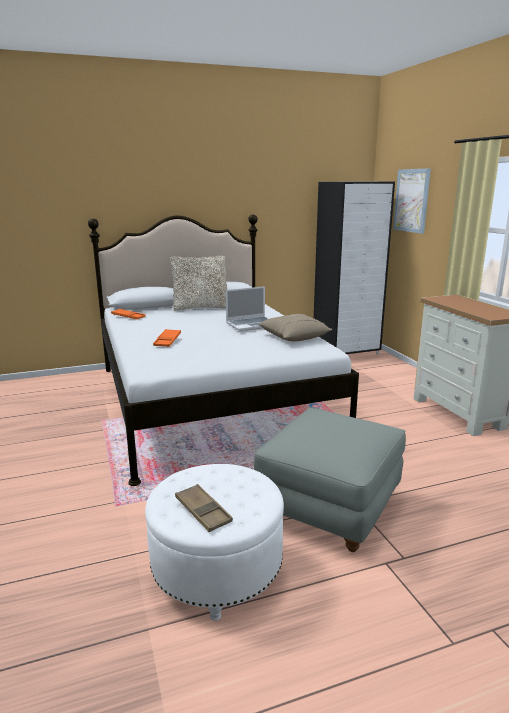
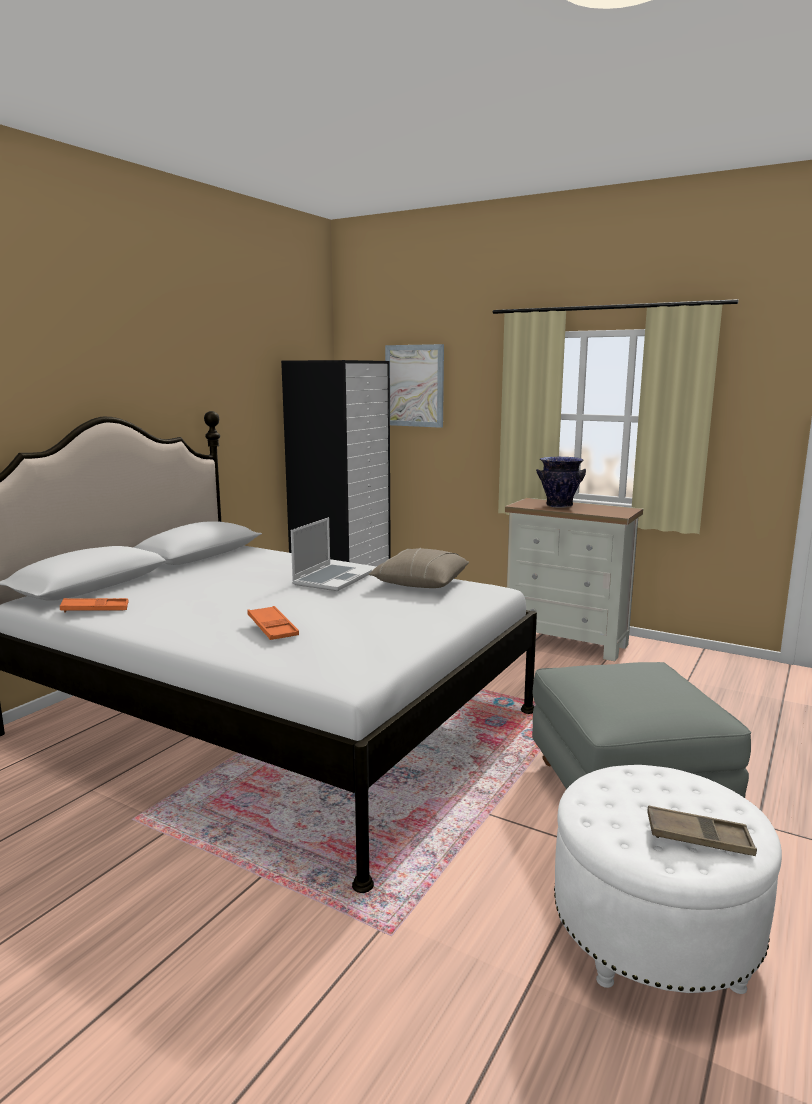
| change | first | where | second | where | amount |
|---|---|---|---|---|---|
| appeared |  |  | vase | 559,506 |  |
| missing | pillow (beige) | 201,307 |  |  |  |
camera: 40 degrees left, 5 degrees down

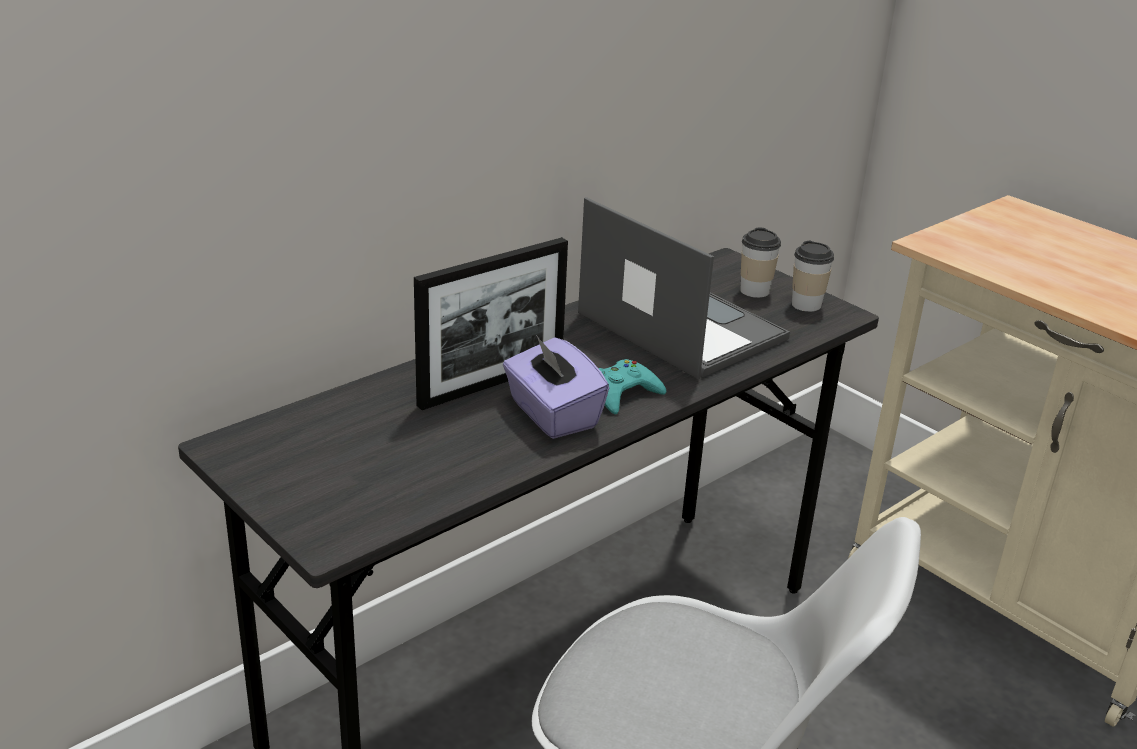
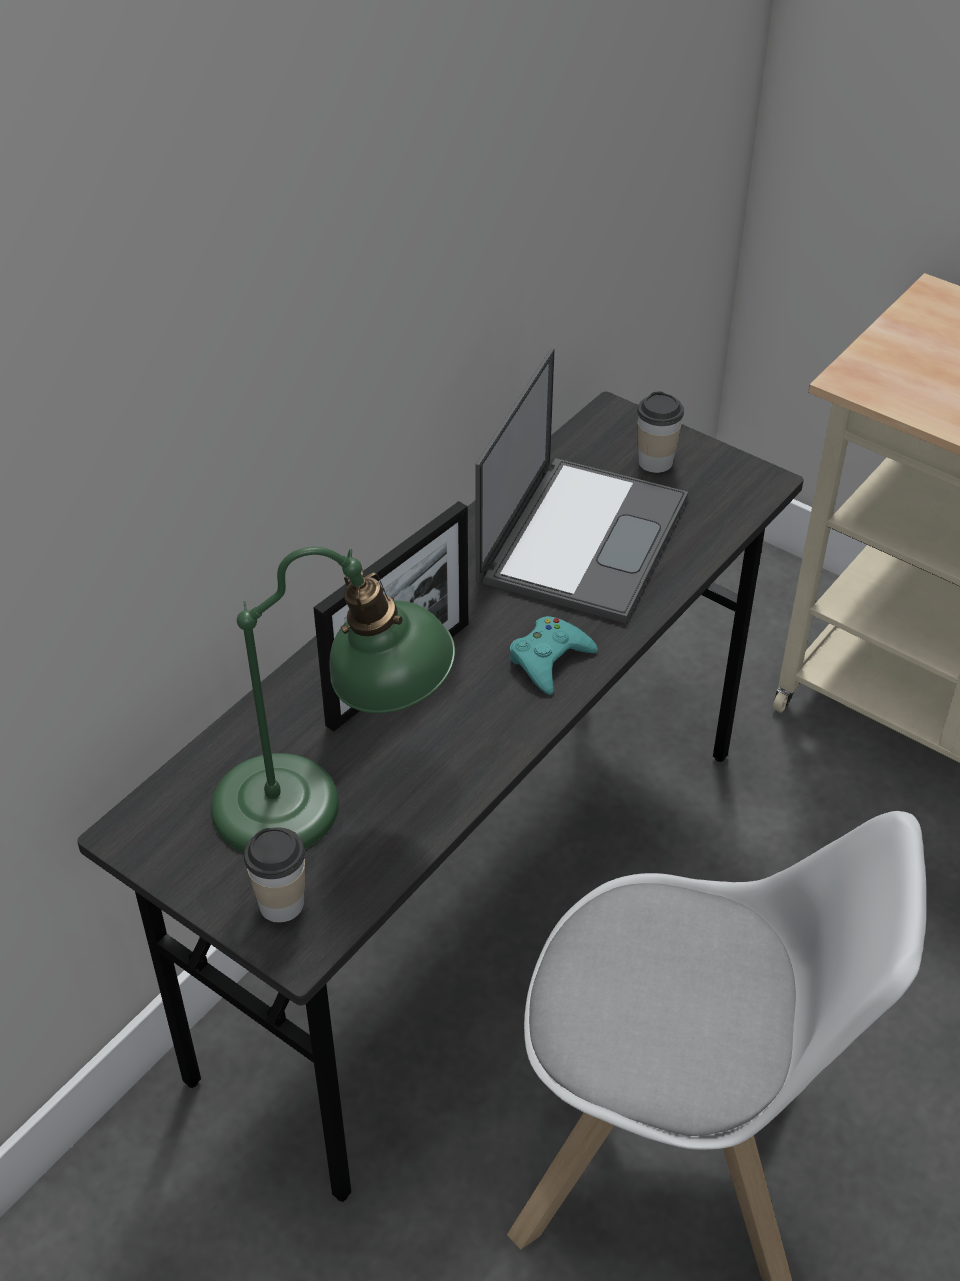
| change | first | where | second | where | amount |
|---|---|---|---|---|---|
| appeared |  |  | table lamp (green) | 332,796 |  |
| relocated | cup | 806,305 |  | 281,904 |  |
| spun | laptop | 678,325 |  | 583,537 | 75 degrees clockwise |
| missing | tissue box (purple) | 552,414 |  |  |  |
camera: 10 degrees left, 15 degrees up

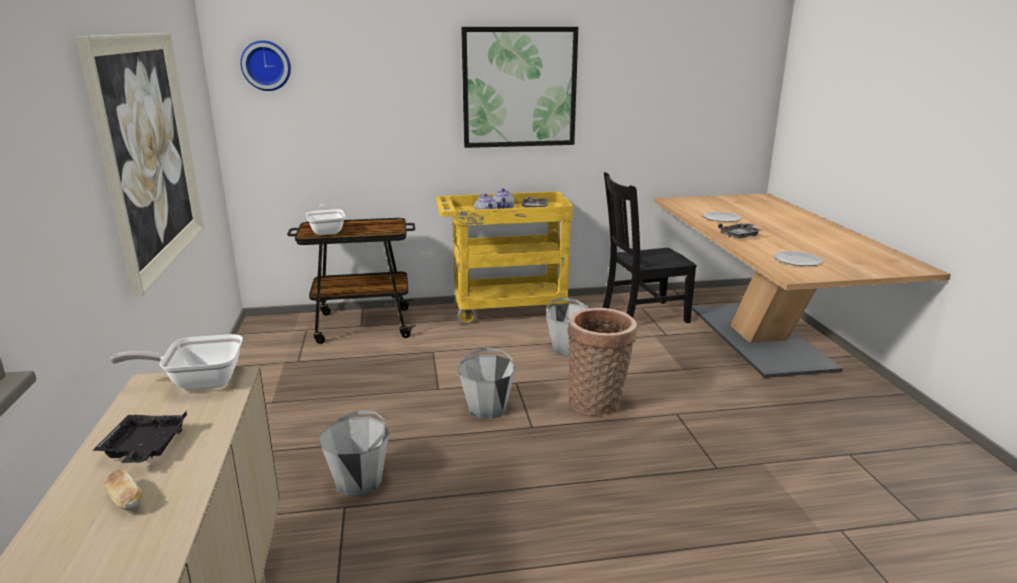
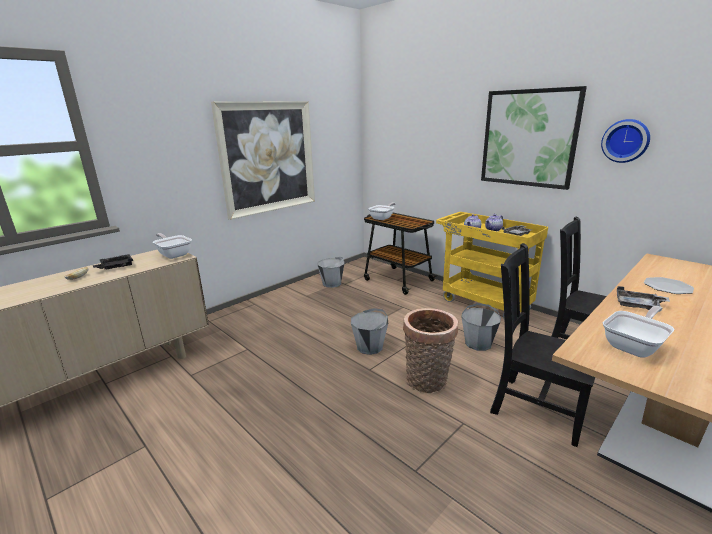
| change | first | where | second | where | amount |
|---|---|---|---|---|---|
| relocated | bucket (grey) | 359,481 |  | 332,283 |  |
| appeared |  |  | chair (black) | 535,407 |  |
| relocated | wall clock | 266,65 |  | 625,141 |  |
| exchanged | plate | 797,260 | frying pan | 635,346 |  |
camera: 55 degrees right, 0 degrees up

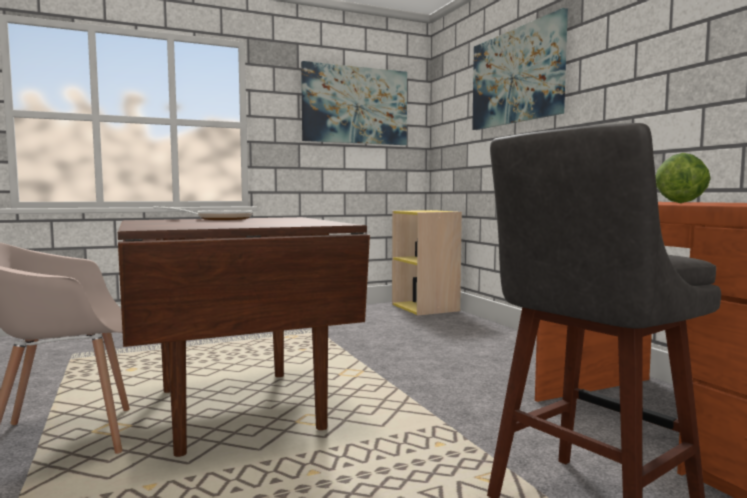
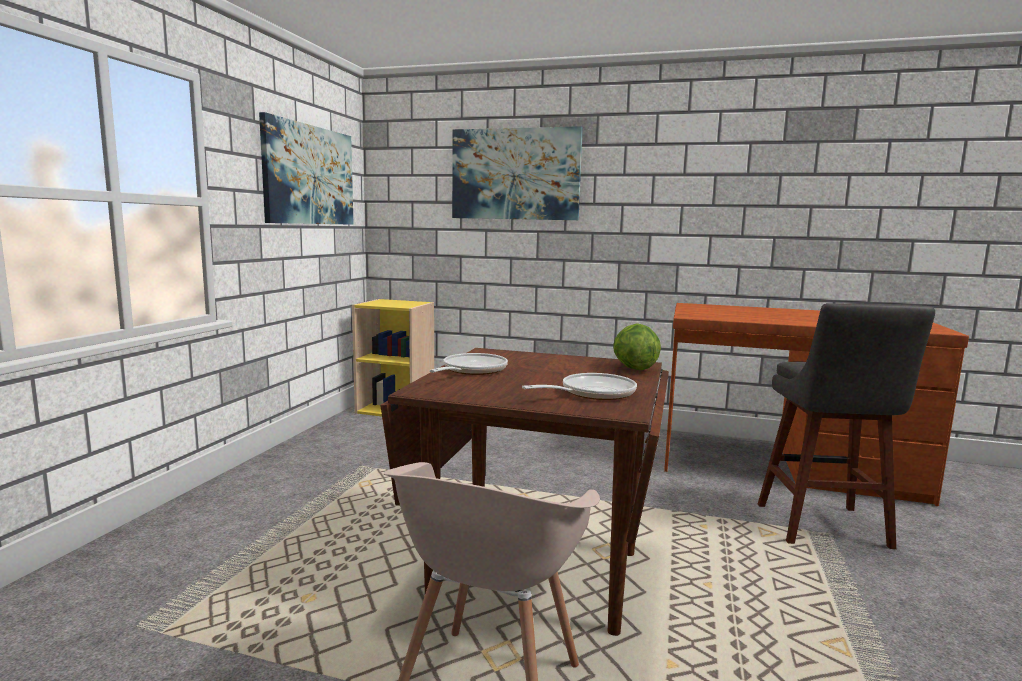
| change | first | where | second | where | amount |
|---|---|---|---|---|---|
| appeared |  |  | frying pan | 592,393 |  |
| relocated | lettuce | 680,203 |  | 633,368 |  |
camera: 50 degrees left, 5 degrees up

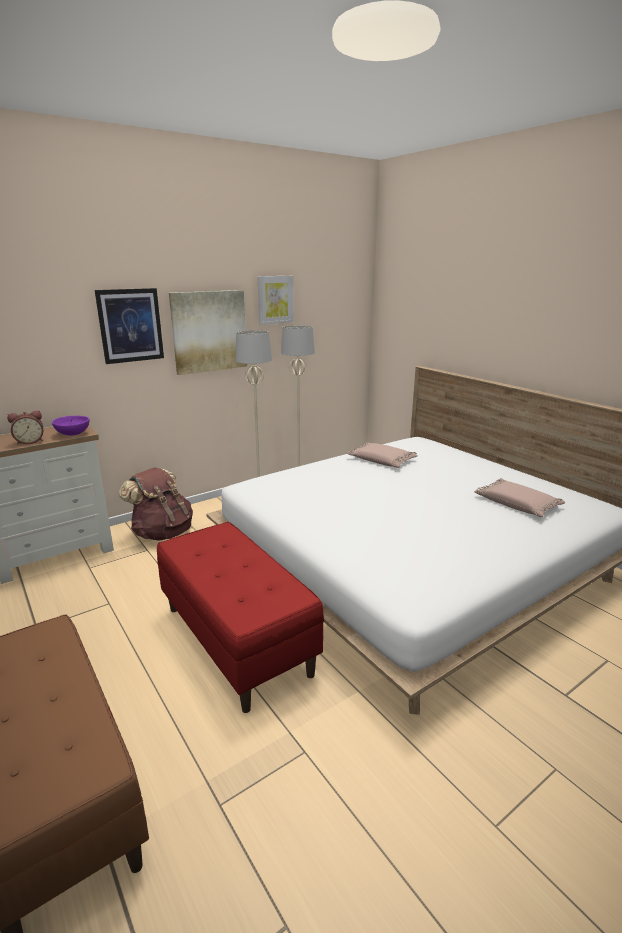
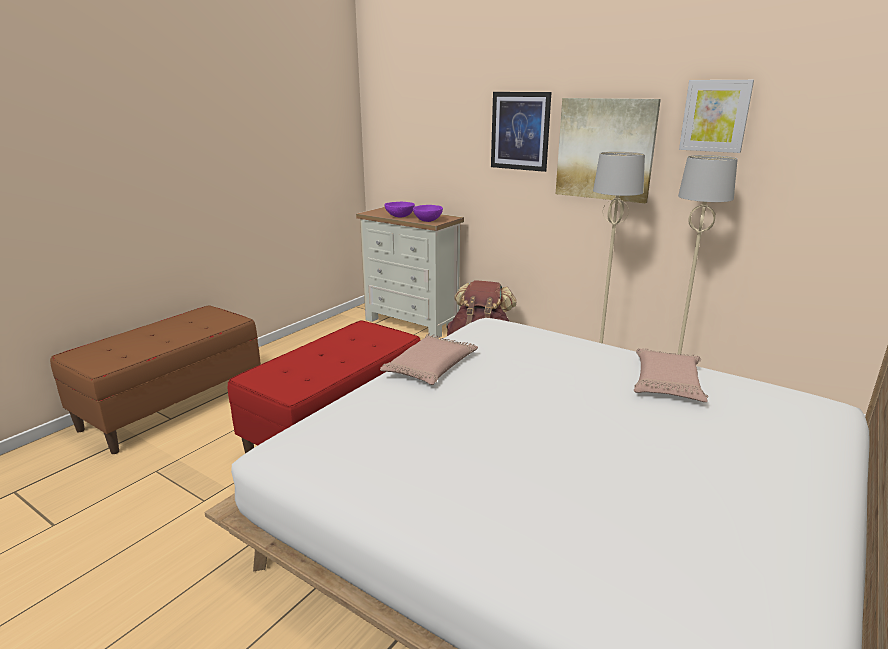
| change | first | where | second | where | amount |
|---|---|---|---|---|---|
| relocated | pillow (beige) | 517,502 |  | 430,365 |  |
| exchanged | alarm clock | 30,441 | bowl (purple) | 400,217 |  |
camera: 70 degrees right, 0 degrees up

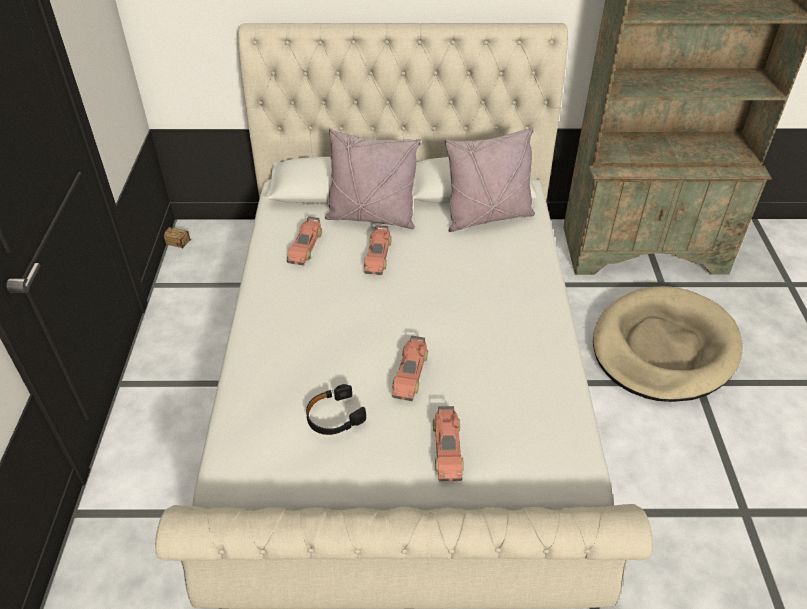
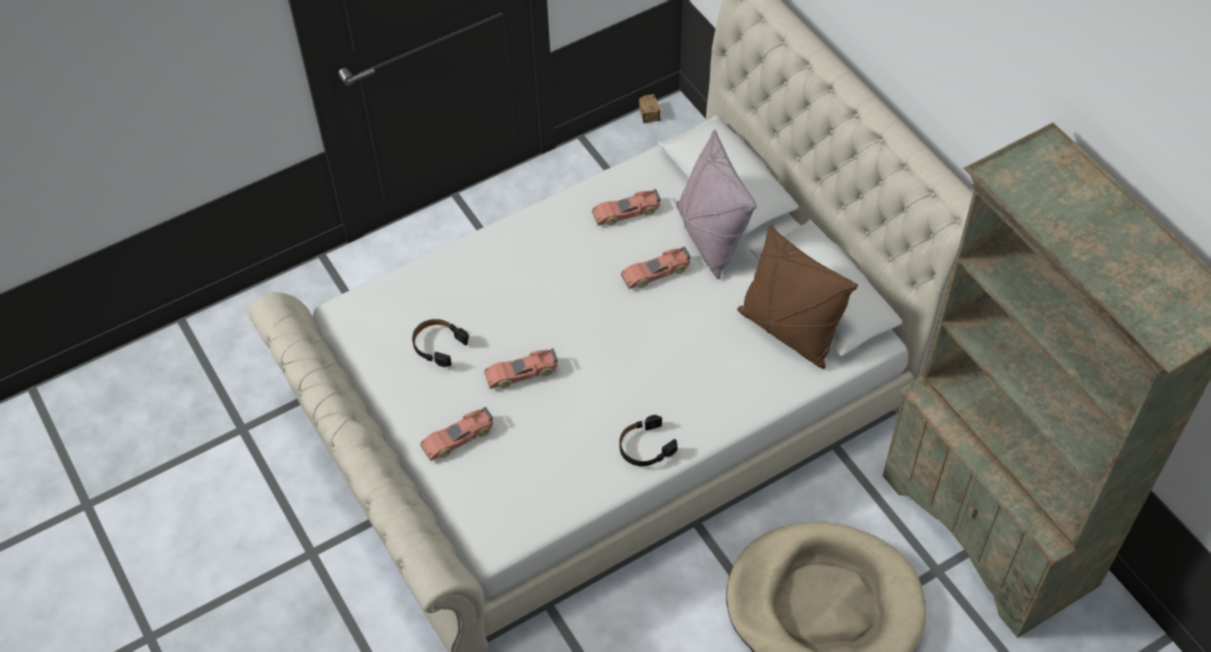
| change | first | where | second | where | amount |
|---|---|---|---|---|---|
| appeared |  |  | headphones (black) | 645,447 |  |
| colour | pillow (purple) | 488,217 | pillow (brown) | 788,331 |  |
camera: 60 degrees right, 10 degrees up

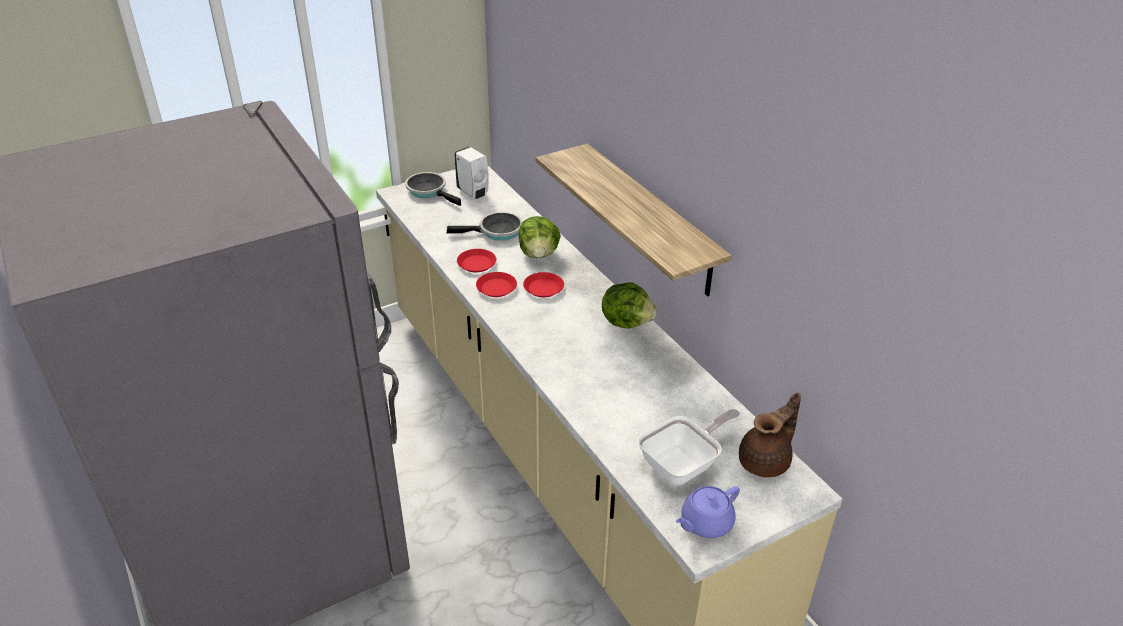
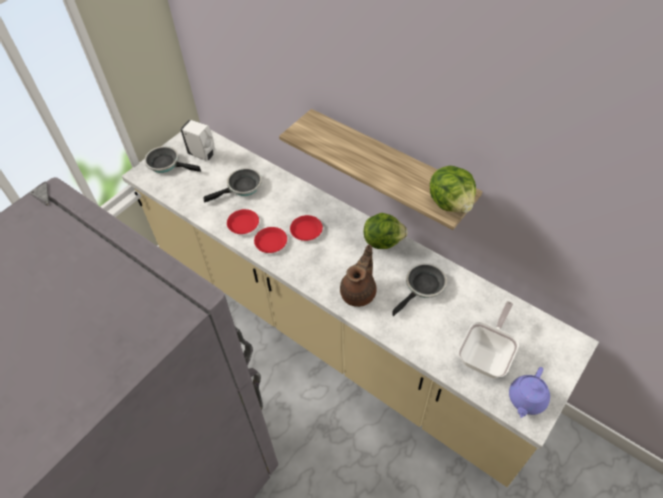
| change | first | where | second | where | amount |
|---|---|---|---|---|---|
| relocated | teapot (brown) | 766,461 |  | 359,292 |  |
| appeared |  |  | frying pan | 423,287 |  |
| relocated | lettuce | 539,254 |  | 451,203 |  |
camera: 20 degrees left, 15 degrees up

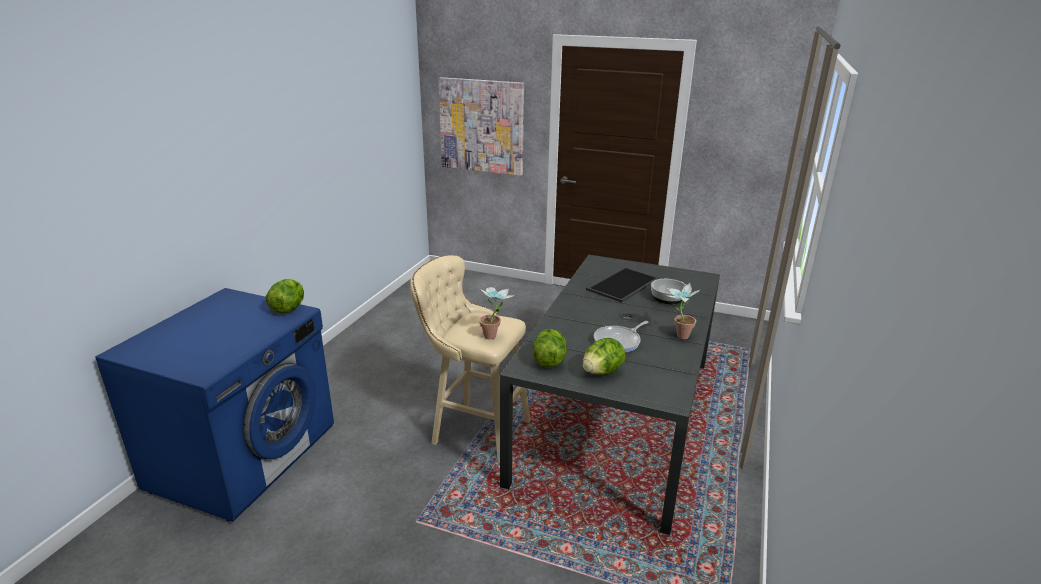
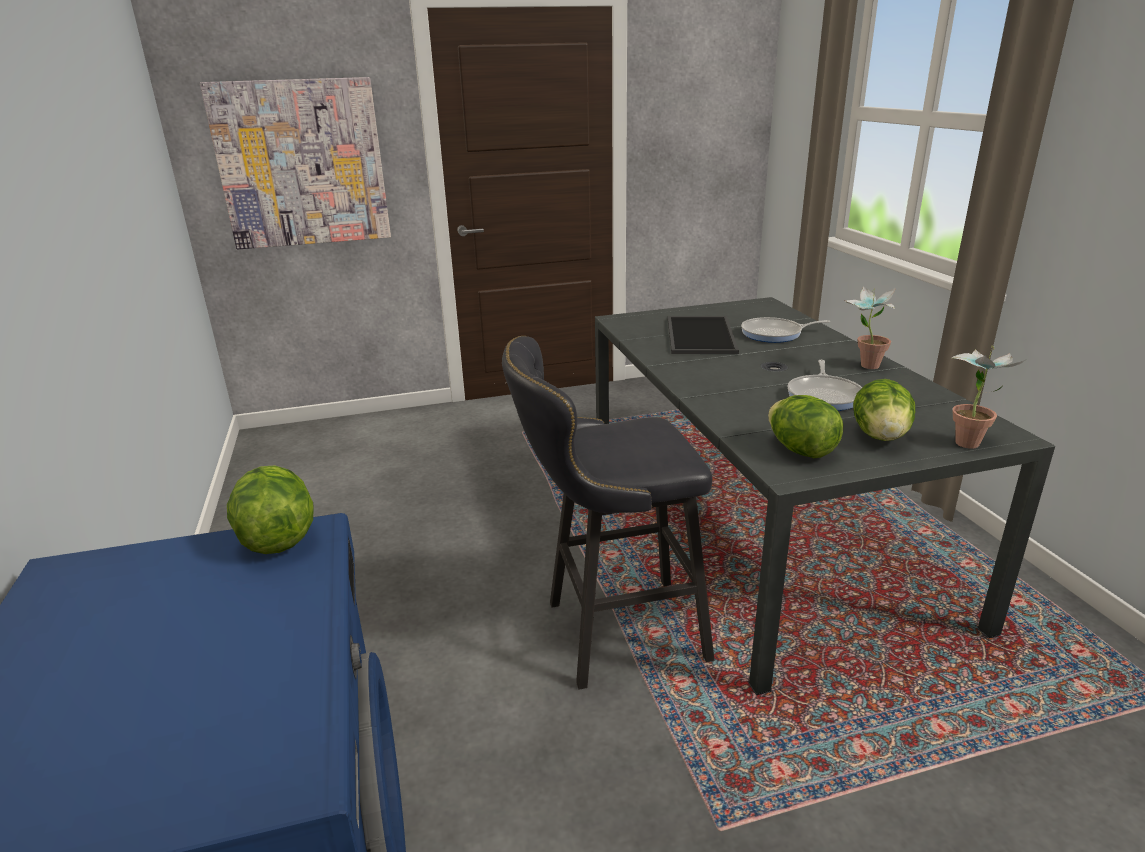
| change | first | where | second | where | amount |
|---|---|---|---|---|---|
| colour | stool (beige) | 471,428 | stool (black) | 606,634 |  |
| exchanged | bowl | 668,298 | frying pan | 775,334 |  |
| relocated | potted plant | 494,336 |  | 970,440 |  |
camera: 35 degrees left, 0 degrees up

